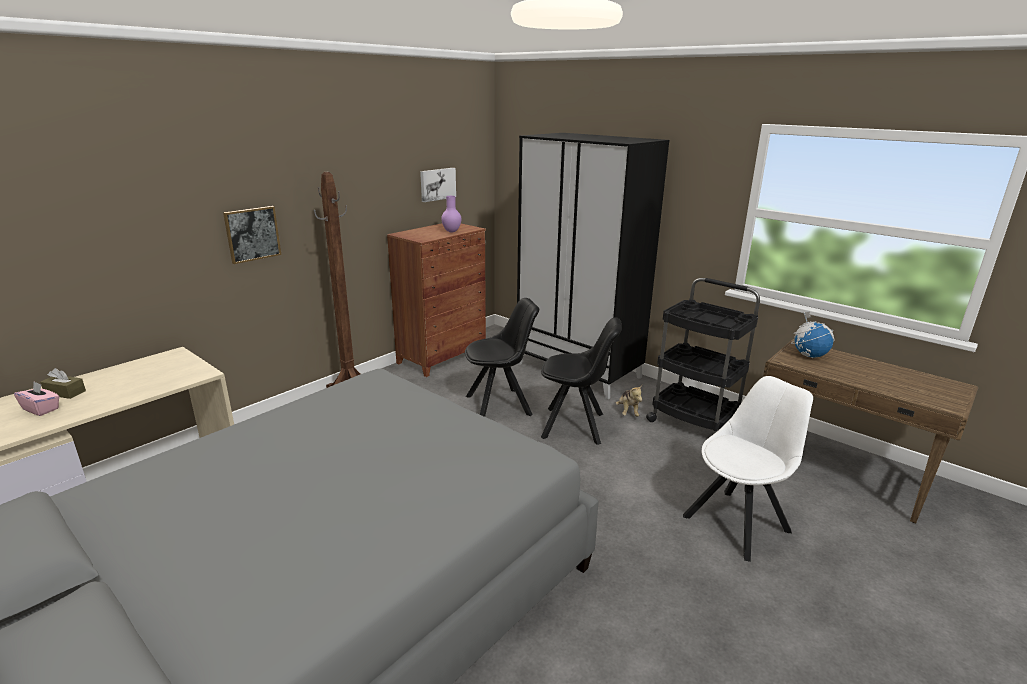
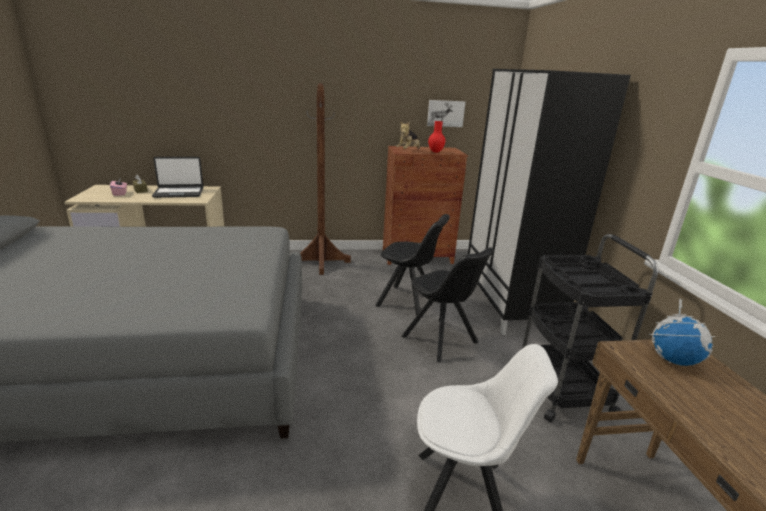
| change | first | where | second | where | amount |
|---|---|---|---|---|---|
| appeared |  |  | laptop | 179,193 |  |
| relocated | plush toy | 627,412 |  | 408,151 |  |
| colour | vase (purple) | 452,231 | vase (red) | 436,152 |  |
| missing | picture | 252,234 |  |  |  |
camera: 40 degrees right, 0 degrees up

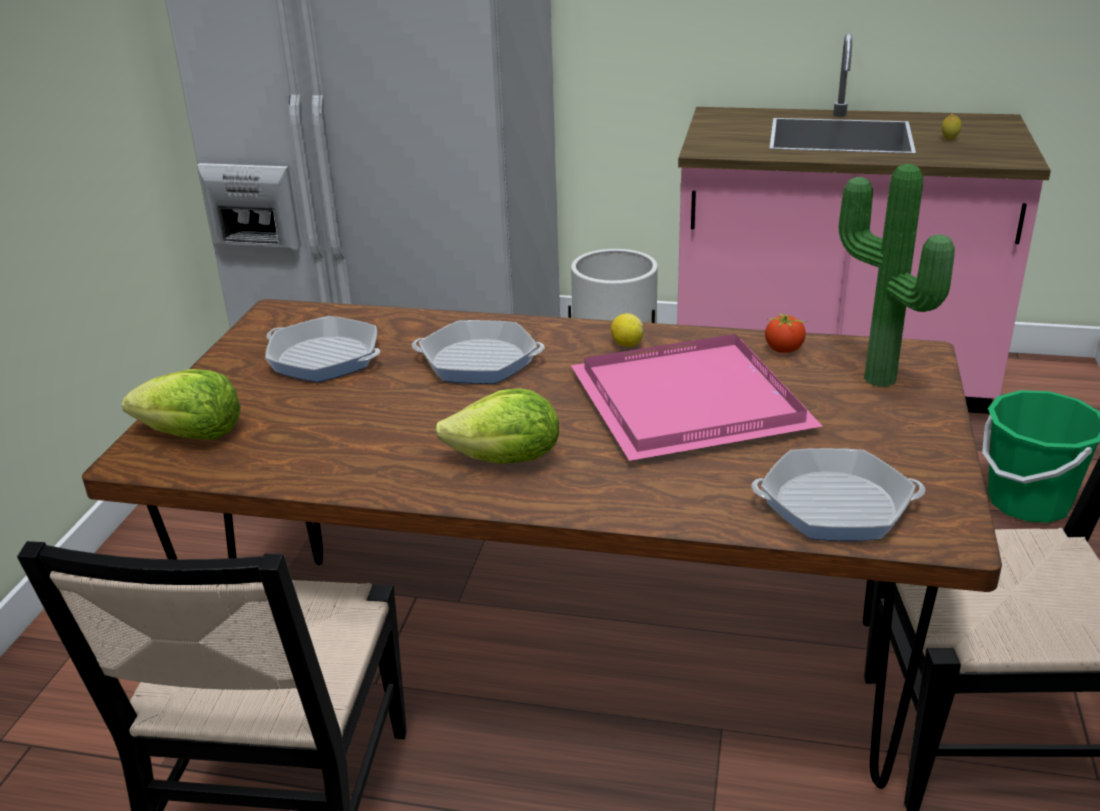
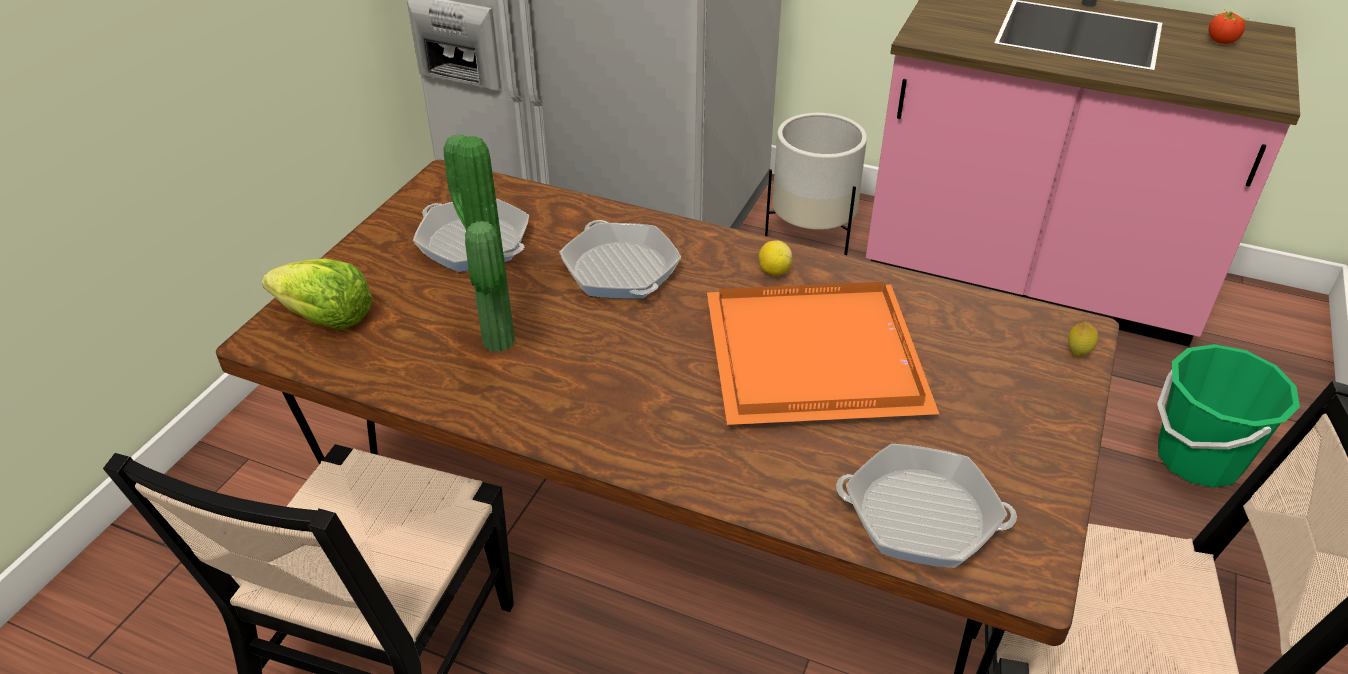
| change | first | where | second | where | amount |
|---|---|---|---|---|---|
| relocated | potted plant | 875,381 |  | 492,343 |  |
| spun | frying pan | 478,361 |  | 620,269 | 135 degrees counterclockwise |
| colour | tray (pink) | 694,403 | tray (orange) | 819,359 |  |
| relocated | lemon | 949,139 |  | 1077,353 |  |
| relocated | tomato | 784,349 |  | 1222,41 |  |
| missing | lettuce | 507,460 |  |  |  |
camera: 10 degrees right, 10 degrees up

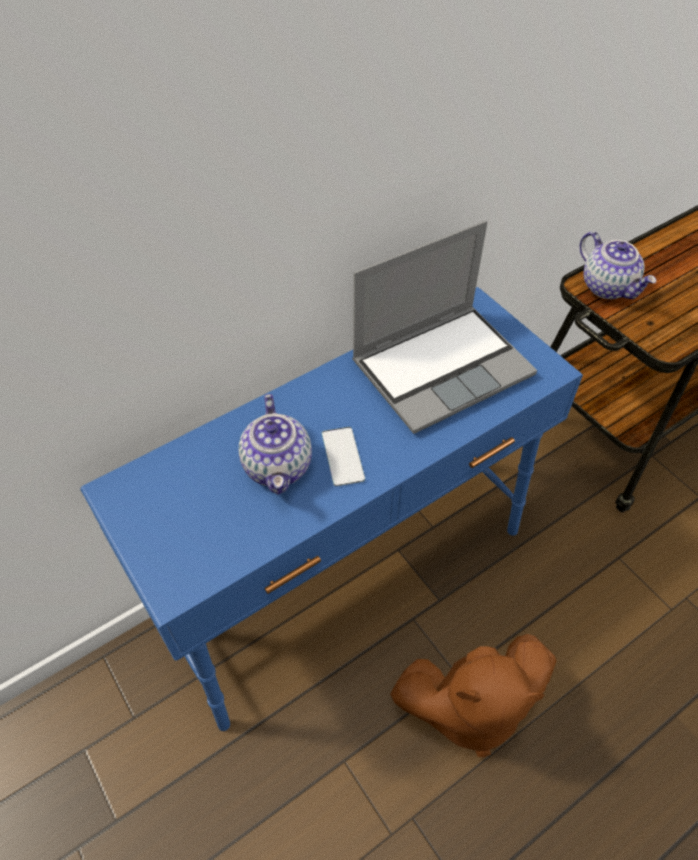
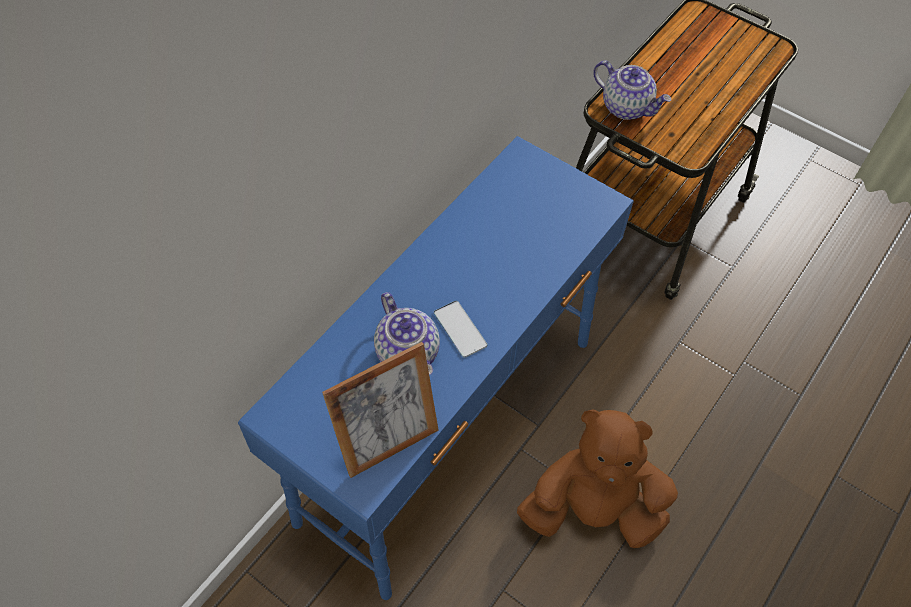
| change | first | where | second | where | amount |
|---|---|---|---|---|---|
| appeared |  |  | picture frame | 387,442 |  |
| spun | plush toy (brown) | 469,706 |  | 593,509 | 150 degrees counterclockwise |
| missing | laptop | 442,367 |  |  |  |
camera: 20 degrees left, 5 degrees up

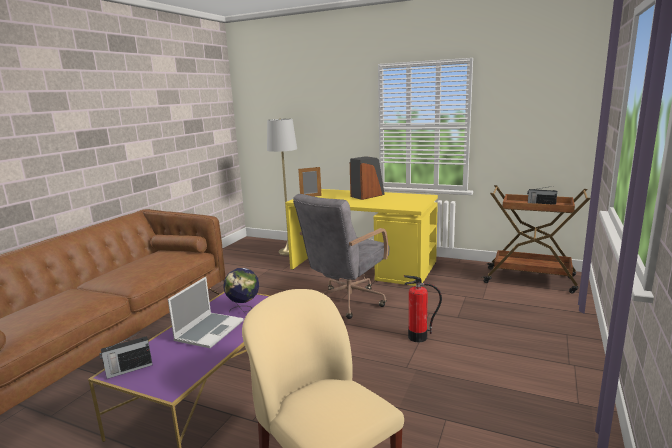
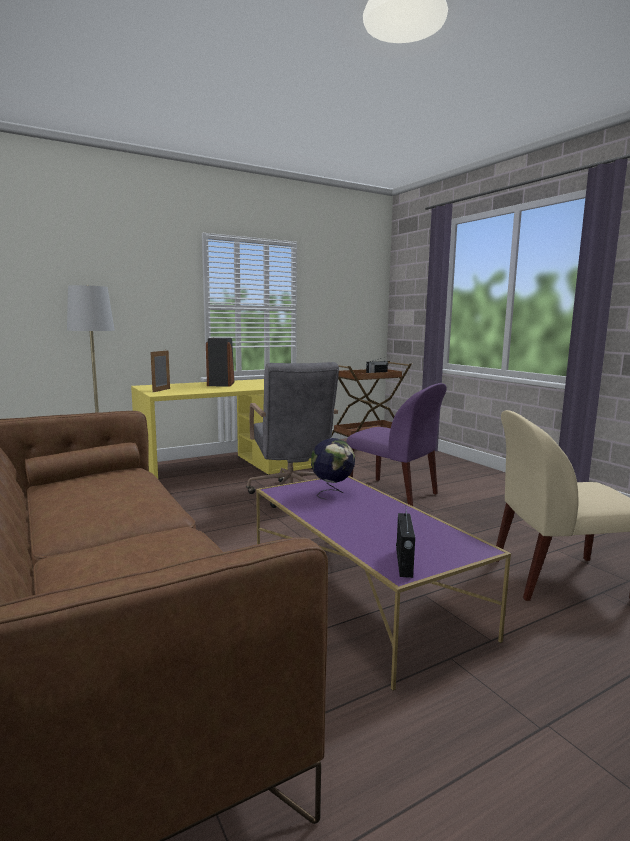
| change | first | where | second | where | amount |
|---|---|---|---|---|---|
| exchanged | fire extinguisher | 417,337 | chair (purple) | 394,494 |  |
| missing | laptop | 209,331 |  |  |  |
camera: 55 degrees left, 5 degrees down

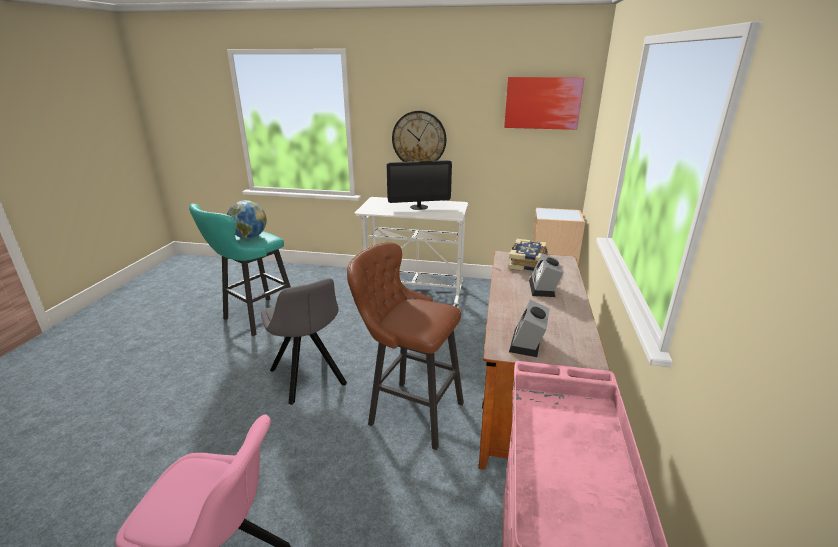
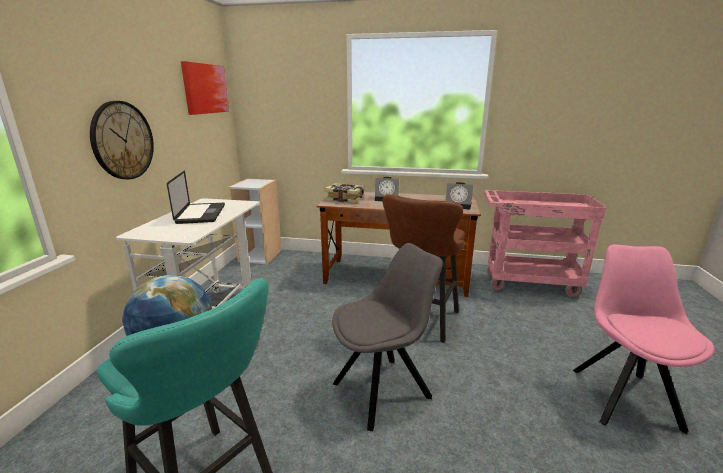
| change | first | where | second | where | amount |
|---|---|---|---|---|---|
| exchanged | monitor | 419,207 | laptop | 201,214 |  |
camera: 90 degrees left, 5 degrees down

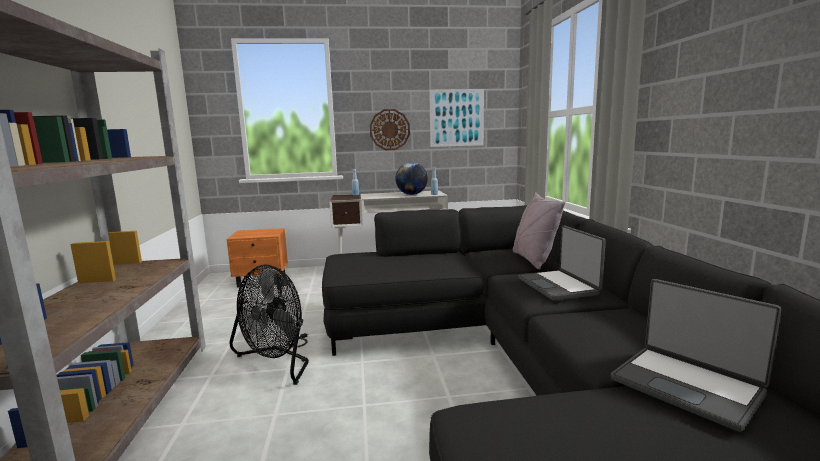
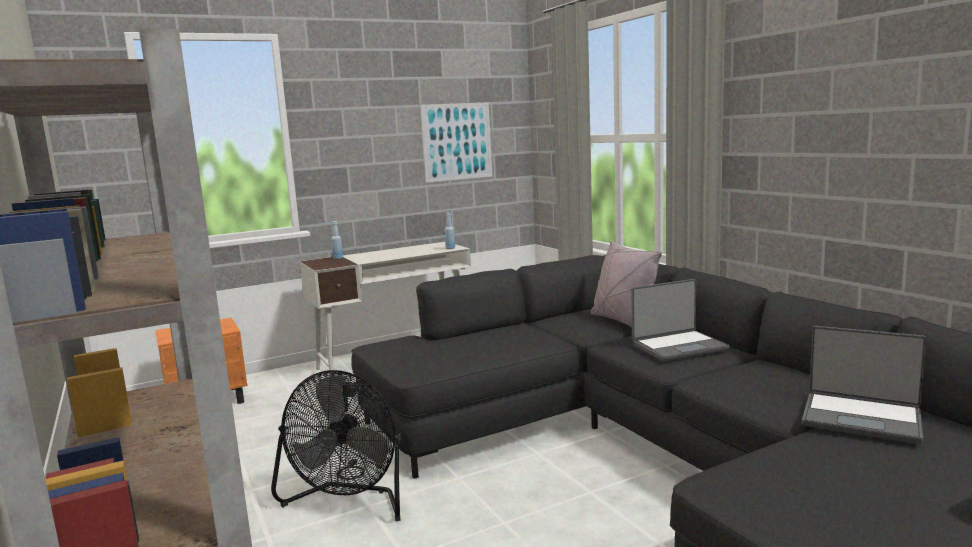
| change | first | where | second | where | amount |
|---|---|---|---|---|---|
| spun | laptop | 558,286 |  | 678,347 | 75 degrees counterclockwise |
| missing | wall clock | 389,129 |  |  |  |
| missing | globe | 412,194 |  |  |  |
camera: 20 degrees left, 0 degrees up

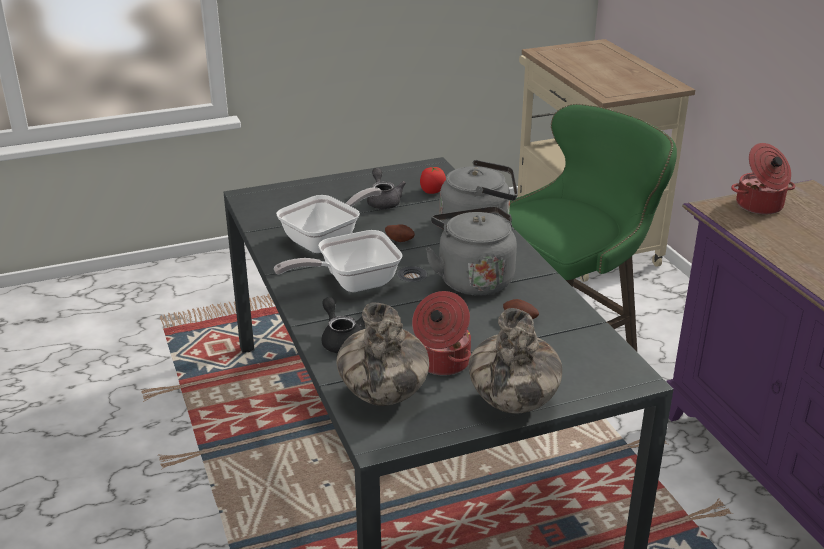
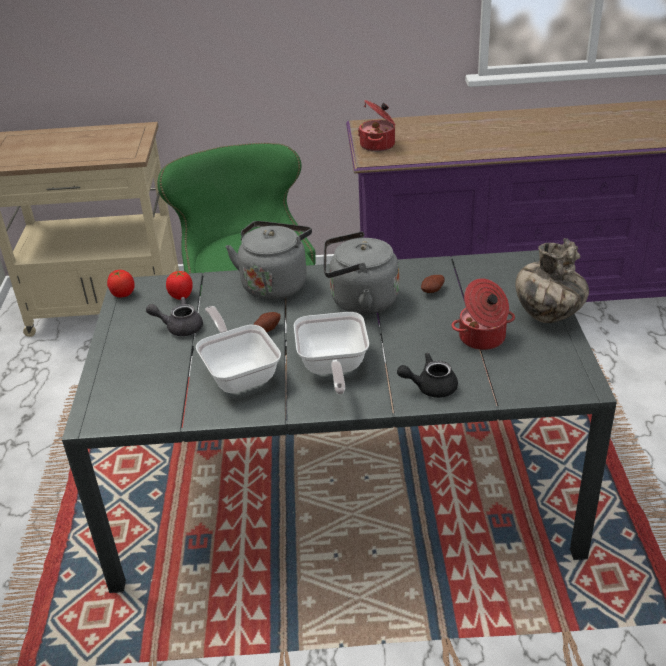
| change | first | where | second | where | amount |
|---|---|---|---|---|---|
| appeared |  |  | tomato | 123,294 |  |
| missing | vase | 383,396 |  |  |  |
camera: 70 degrees left, 5 degrees up

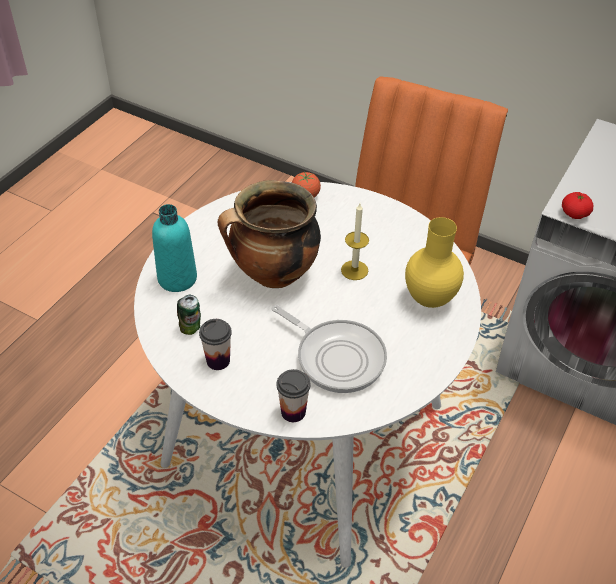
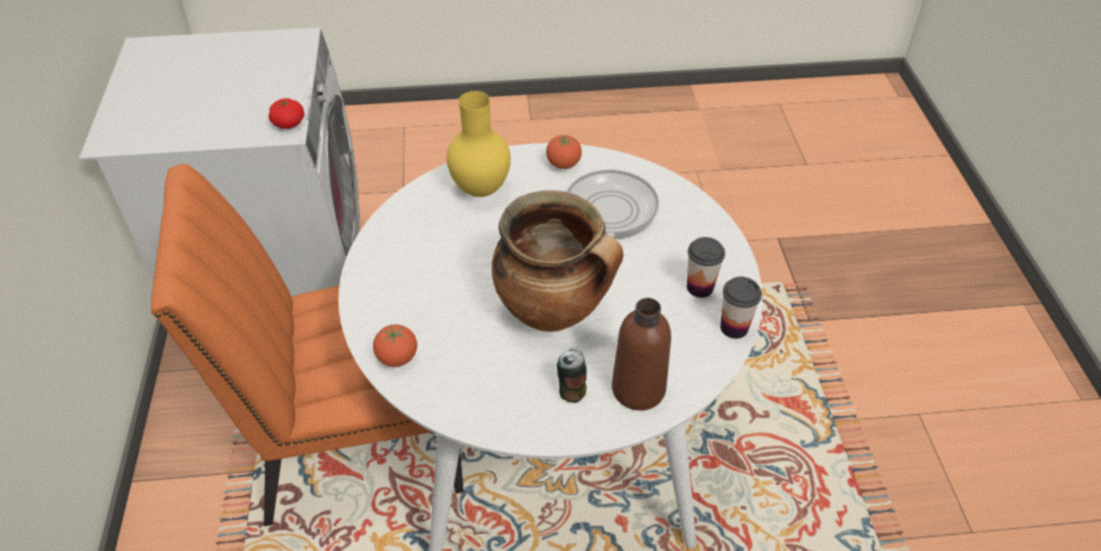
| change | first | where | second | where | amount |
|---|---|---|---|---|---|
| appeared |  |  | tomato | 563,164 |  |
| relocated | can | 191,328 |  | 571,391 |  |
| colour | bottle (turquoise) | 177,278 | bottle (brown) | 638,389 |  |
| relocated | cup | 293,412 |  | 734,327 |  |
| missing | candle | 354,270 |  |  |  |
camera: 125 degrees left, 0 degrees up

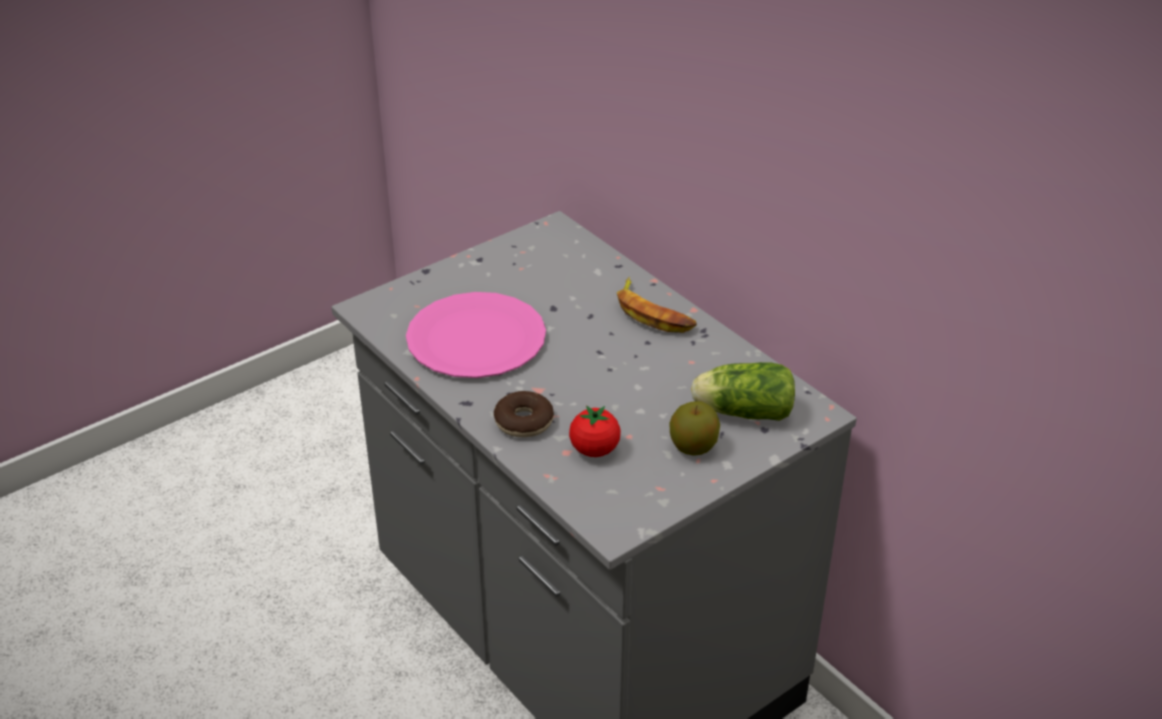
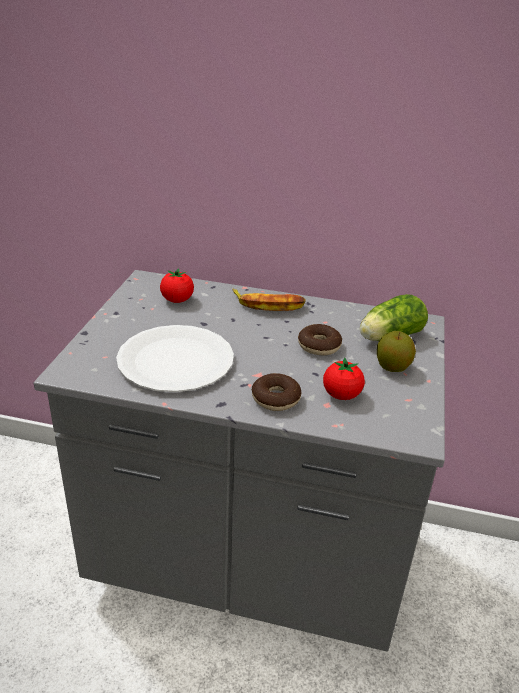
| change | first | where | second | where | amount |
|---|---|---|---|---|---|
| colour | plate (pink) | 475,339 | plate (white) | 175,361 |  |
| appeared |  |  | tomato | 177,300 |  |
| appeared |  |  | donut | 319,346 |  |
camera: 40 degrees left, 5 degrees down

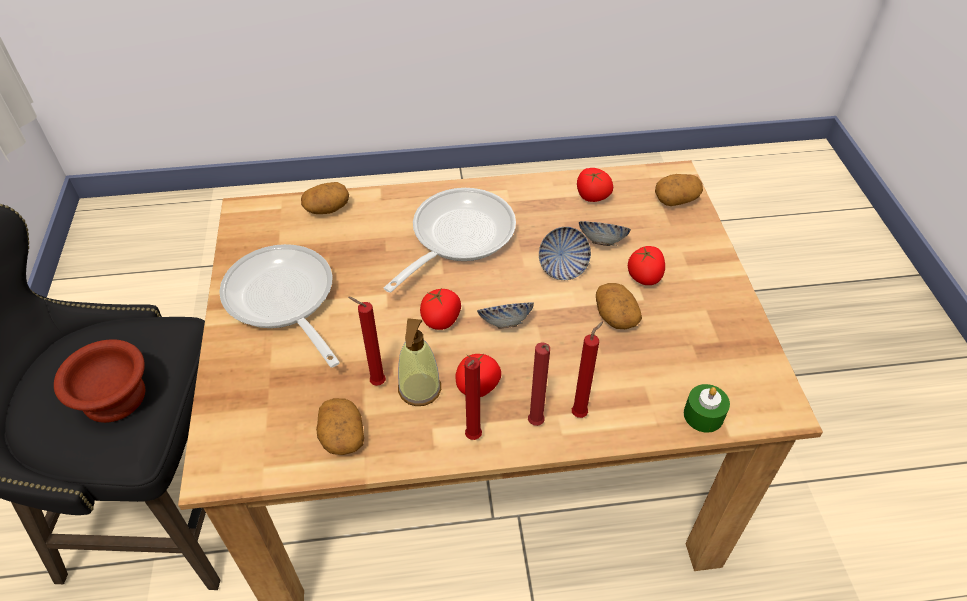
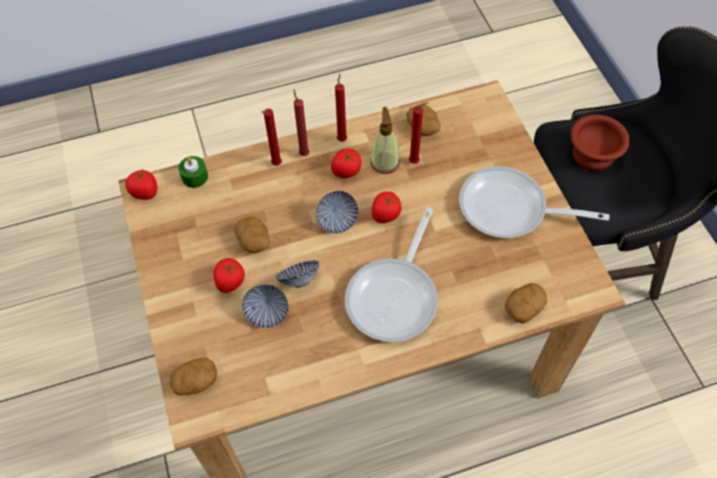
| change | first | where | second | where | amount |
|---|---|---|---|---|---|
| relocated | tomato | 592,196 |  | 145,192 |  |
| spun | frying pan | 283,301 |  | 510,209 | 150 degrees clockwise |
camera: 170 degrees right, 10 degrees up

